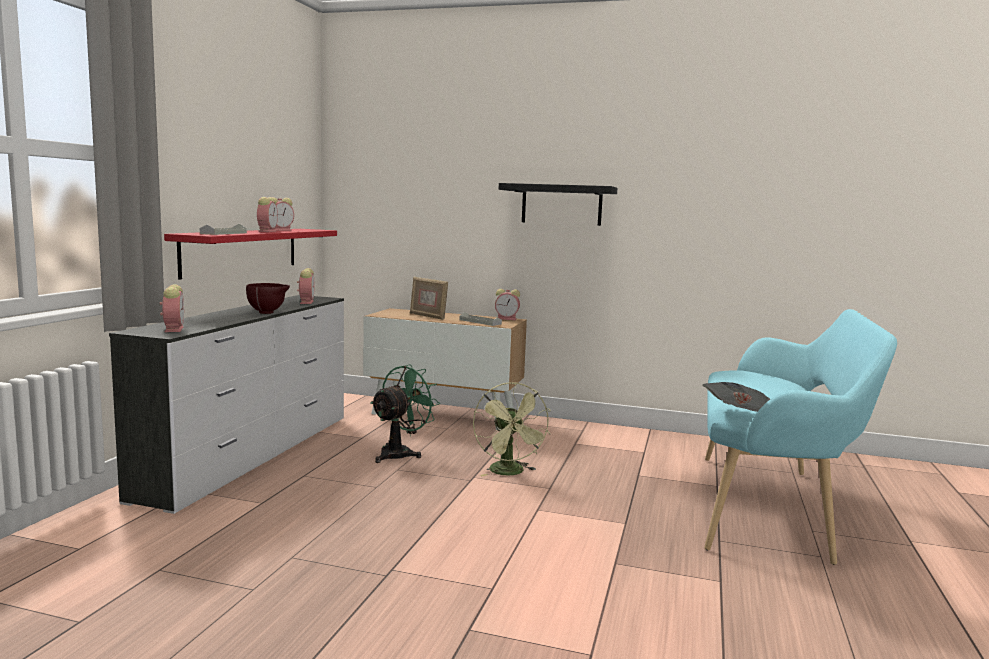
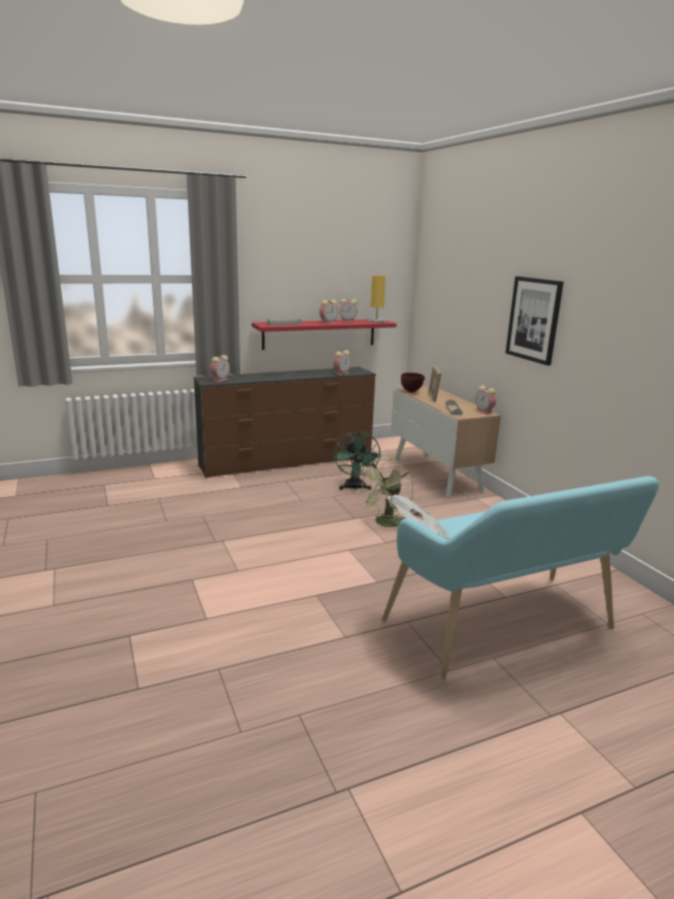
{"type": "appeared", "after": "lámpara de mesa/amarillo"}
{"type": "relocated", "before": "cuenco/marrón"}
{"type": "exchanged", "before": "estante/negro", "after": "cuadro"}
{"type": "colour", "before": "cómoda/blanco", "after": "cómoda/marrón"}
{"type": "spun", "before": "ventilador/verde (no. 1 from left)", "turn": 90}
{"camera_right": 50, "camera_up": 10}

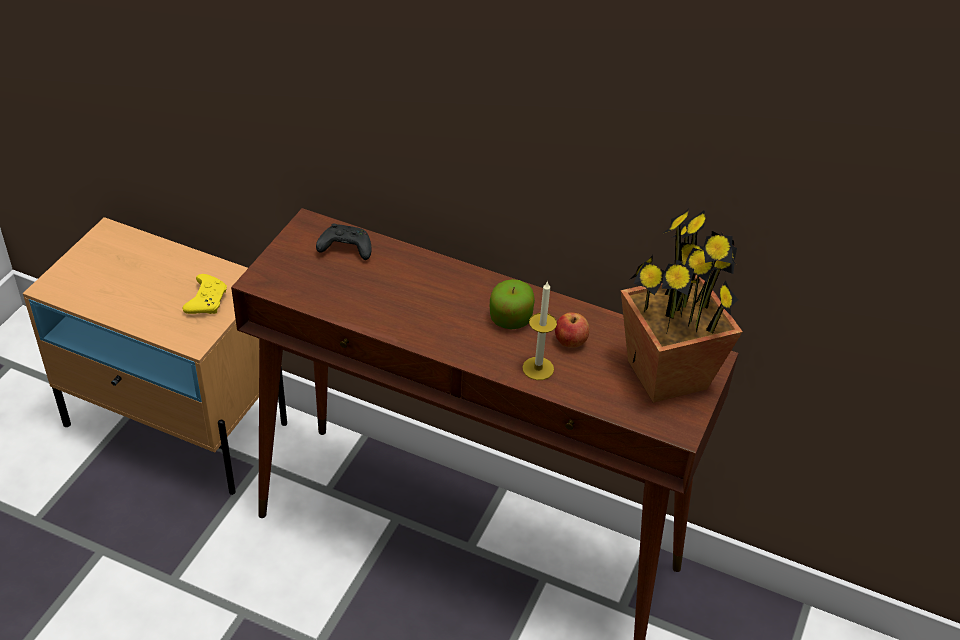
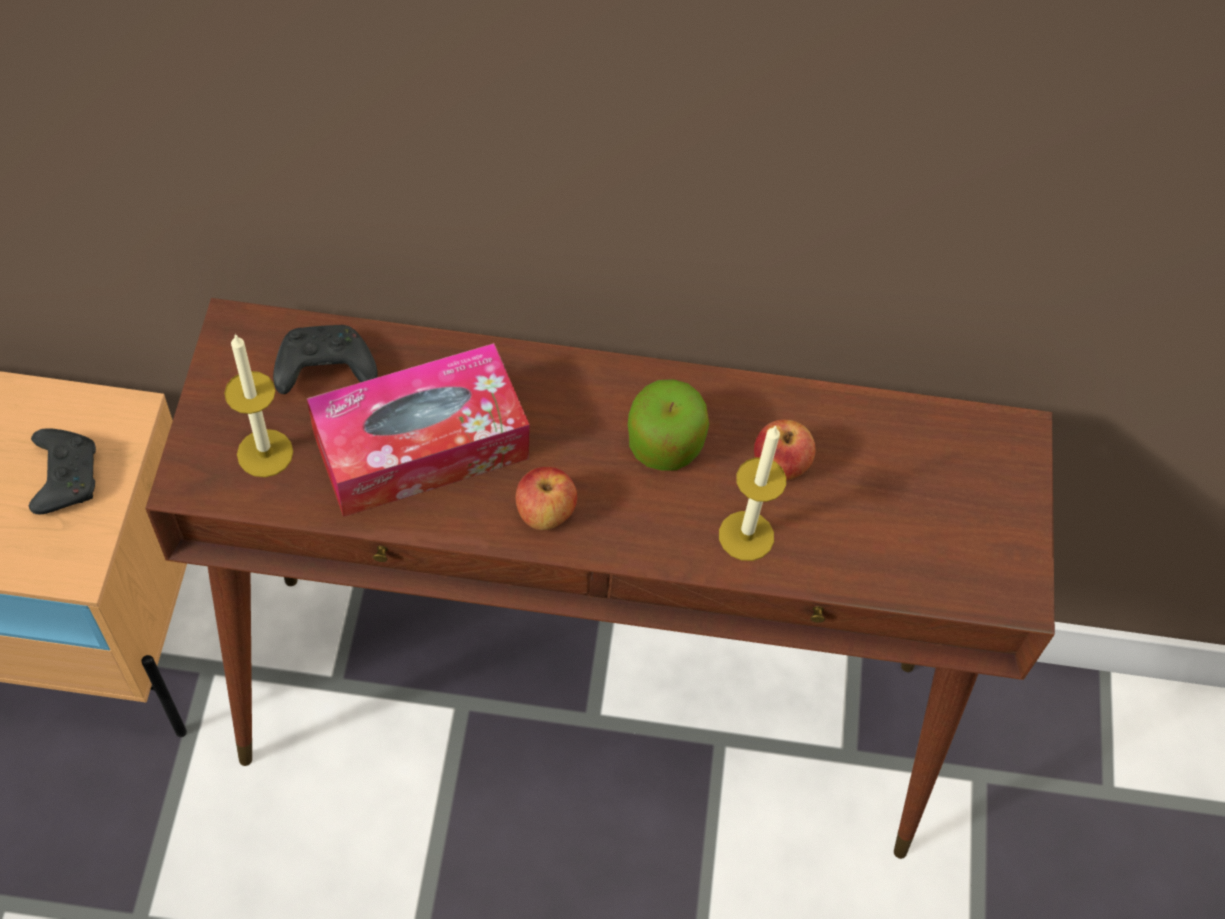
{"type": "missing", "before": "planta en maceta"}
{"type": "appeared", "after": "vela (no. 1 from left)"}
{"type": "appeared", "after": "caja de pañuelos"}
{"type": "appeared", "after": "manzana (no. 1 from left)"}
{"type": "colour", "before": "mando de consola/amarillo", "after": "mando de consola/negro (no. 1 from left)"}
{"camera_right": -20, "camera_up": 15}

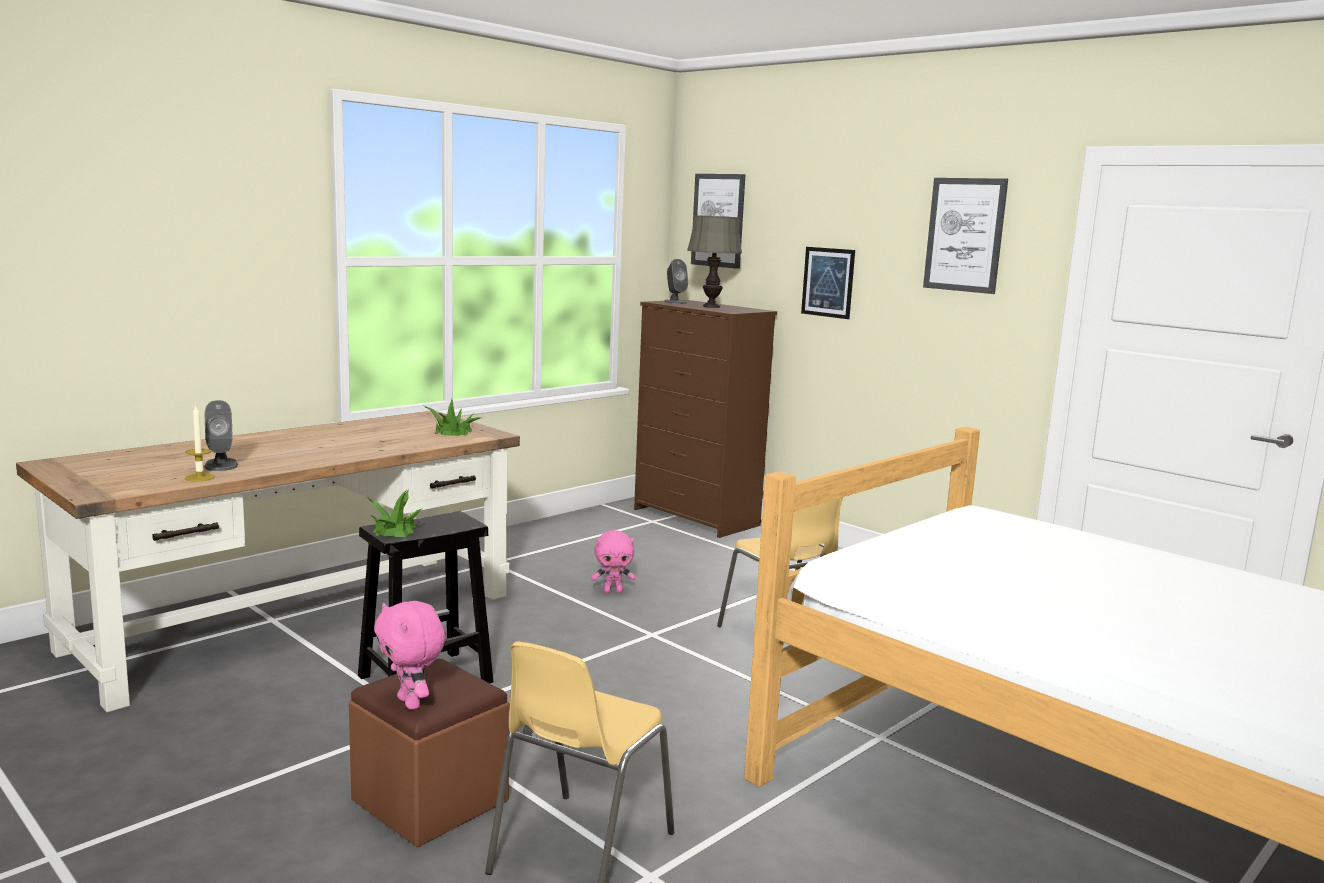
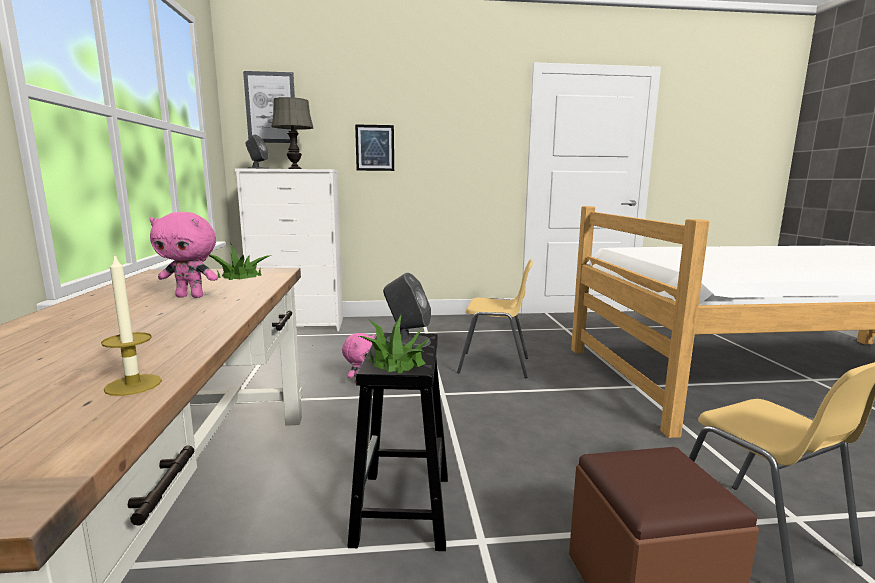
{"type": "missing", "before": "cuadro (no. 3 from left)"}
{"type": "relocated", "before": "altavoz/gris (no. 1 from left in the first image)", "after": "altavoz/gris (no. 2 from left)"}
{"type": "relocated", "before": "peluche/rosa (no. 1 from left)"}
{"type": "colour", "before": "cómoda/marrón", "after": "cómoda/blanco"}
{"camera_right": -50, "camera_up": 0}

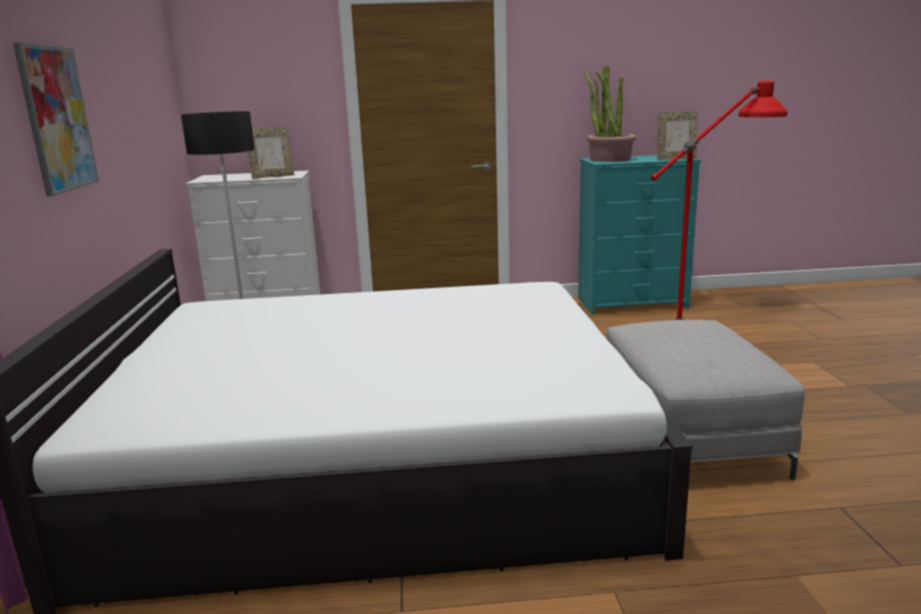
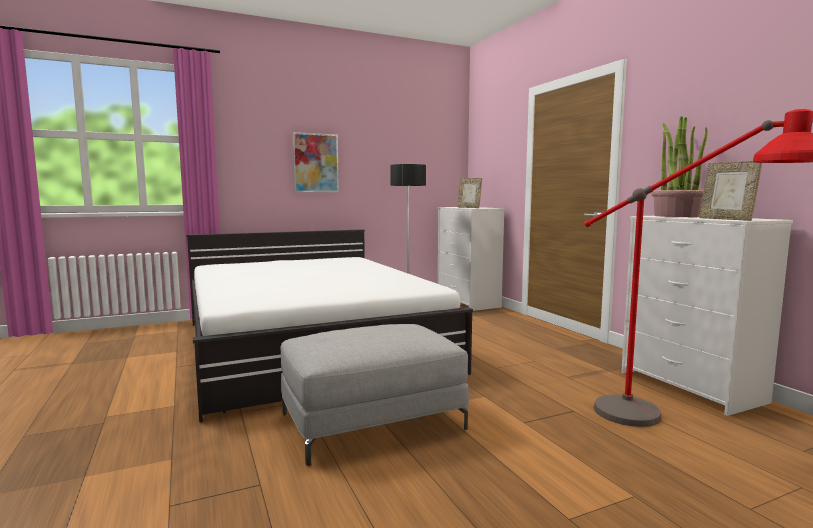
{"type": "colour", "before": "cómoda/turquesa", "after": "cómoda/blanco (no. 2 from left)"}
{"camera_right": 70, "camera_up": -10}

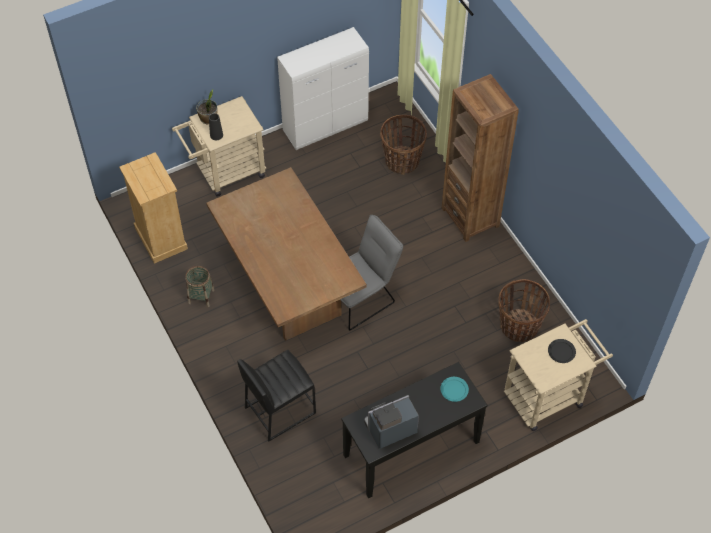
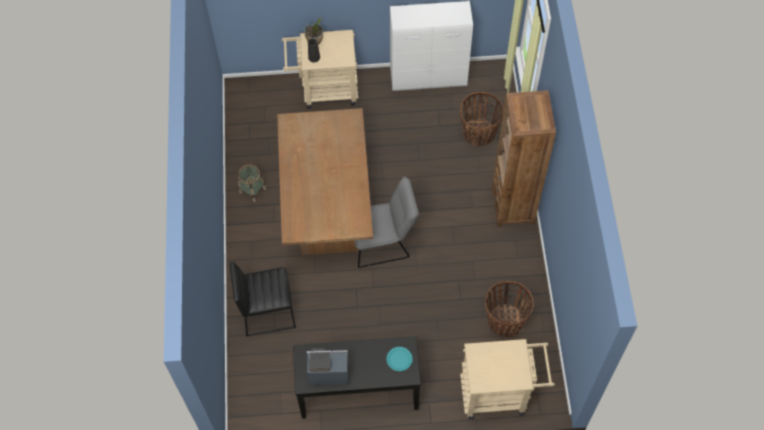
{"type": "missing", "before": "cómoda/beis"}
{"type": "missing", "before": "plato/negro"}
{"camera_right": 25, "camera_up": 5}

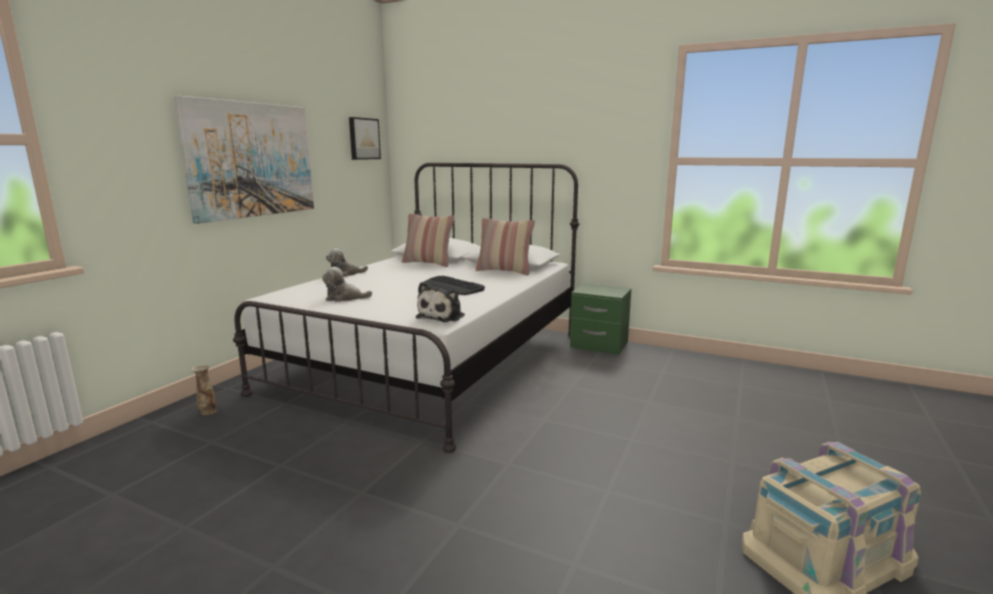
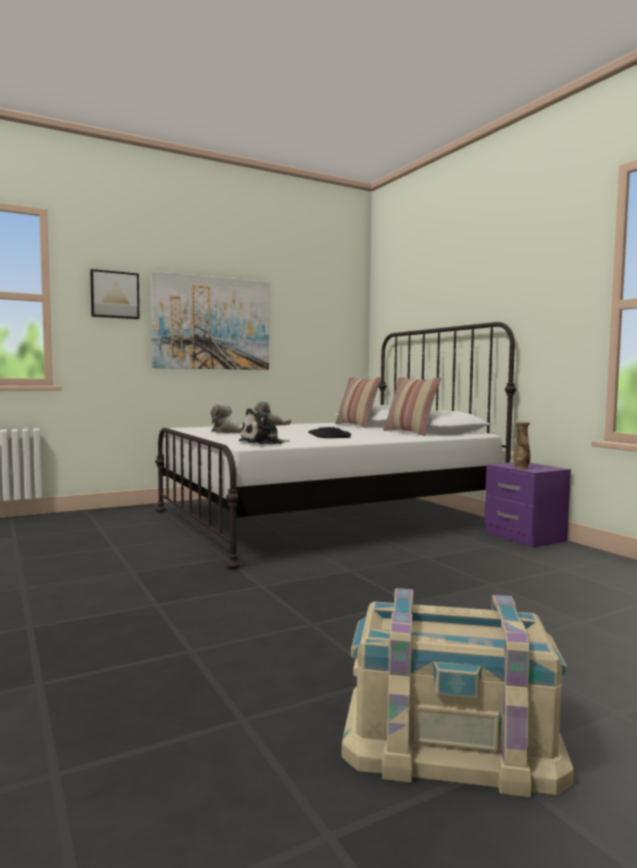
{"type": "relocated", "before": "florero"}
{"type": "relocated", "before": "cuadro (no. 2 from left in the first image)", "after": "cuadro (no. 1 from left)"}
{"type": "colour", "before": "mesita de noche/verde", "after": "mesita de noche/morado"}
{"camera_right": 35, "camera_up": -10}

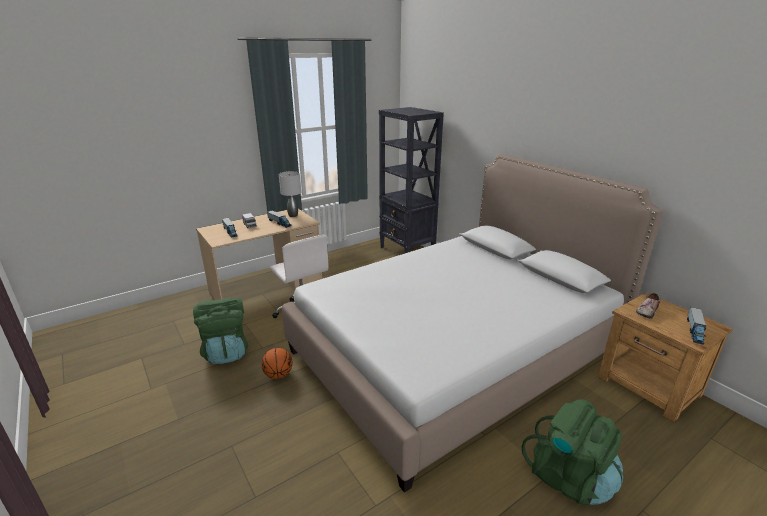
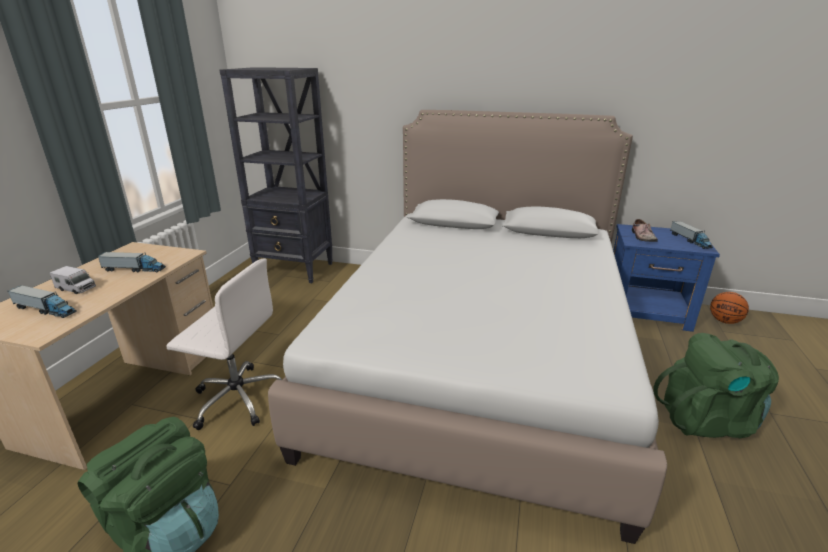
{"type": "missing", "before": "lámpara de mesa/gris"}
{"type": "relocated", "before": "balón de baloncesto"}
{"type": "colour", "before": "mesita de noche/marrón", "after": "mesita de noche/azul"}
{"camera_right": -40, "camera_up": 0}

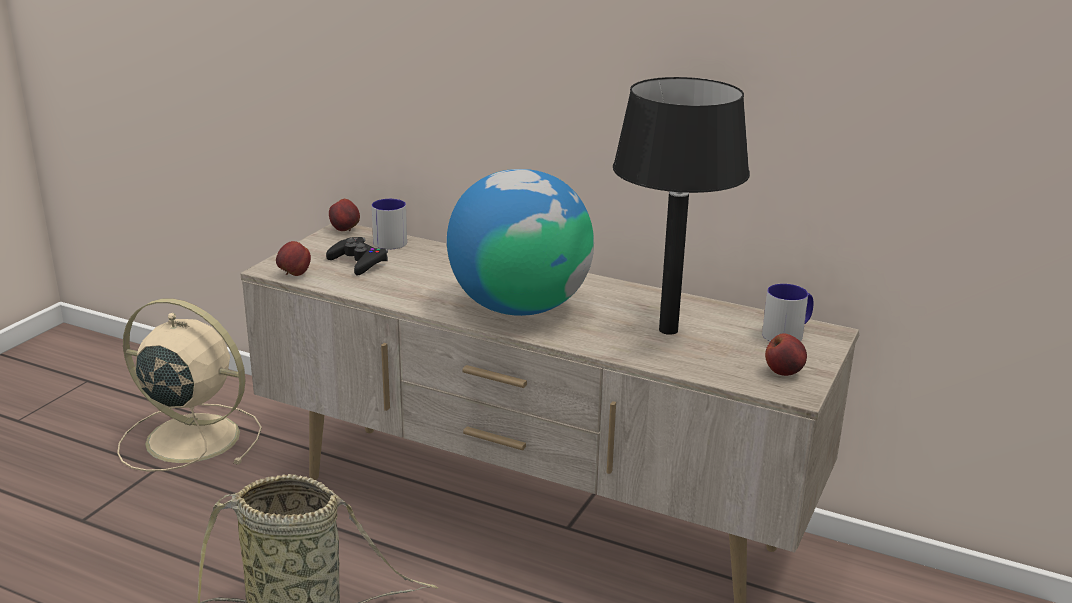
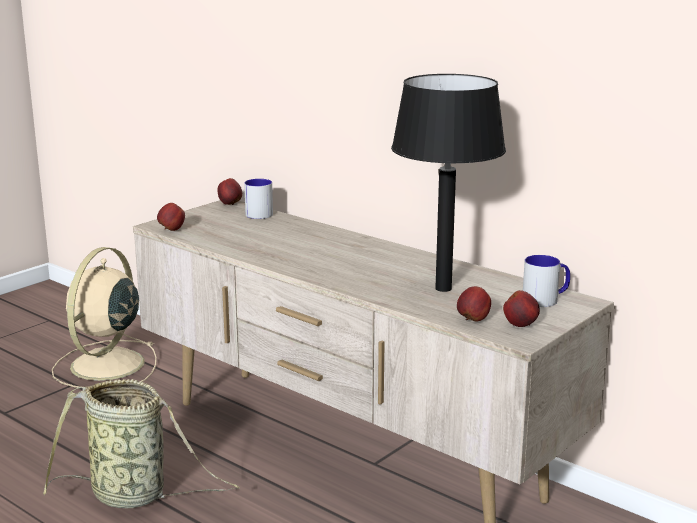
{"type": "missing", "before": "mando de consola/negro"}
{"type": "missing", "before": "globo terráqueo"}
{"type": "appeared", "after": "manzana (no. 3 from left)"}
{"type": "spun", "before": "ventilador/beis", "turn": -105}
{"camera_right": 15, "camera_up": -5}

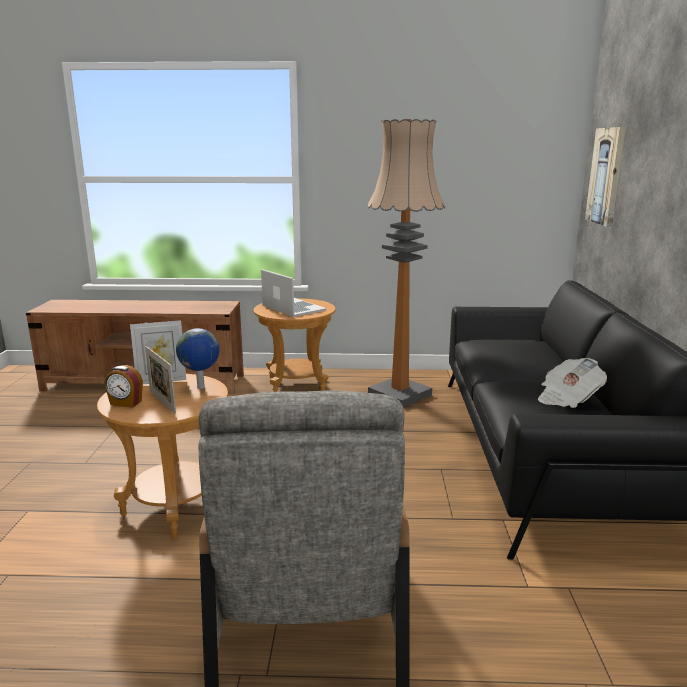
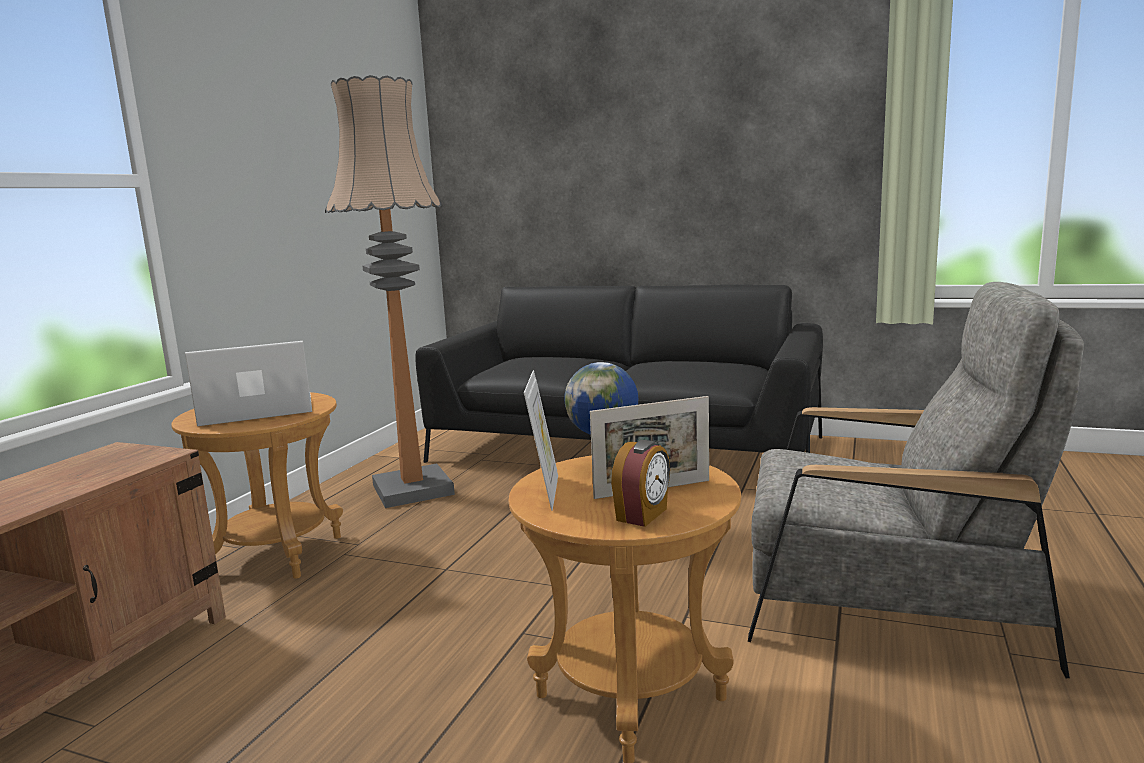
{"type": "missing", "before": "periódico"}
{"type": "missing", "before": "cuadro"}
{"camera_right": -70, "camera_up": -5}

